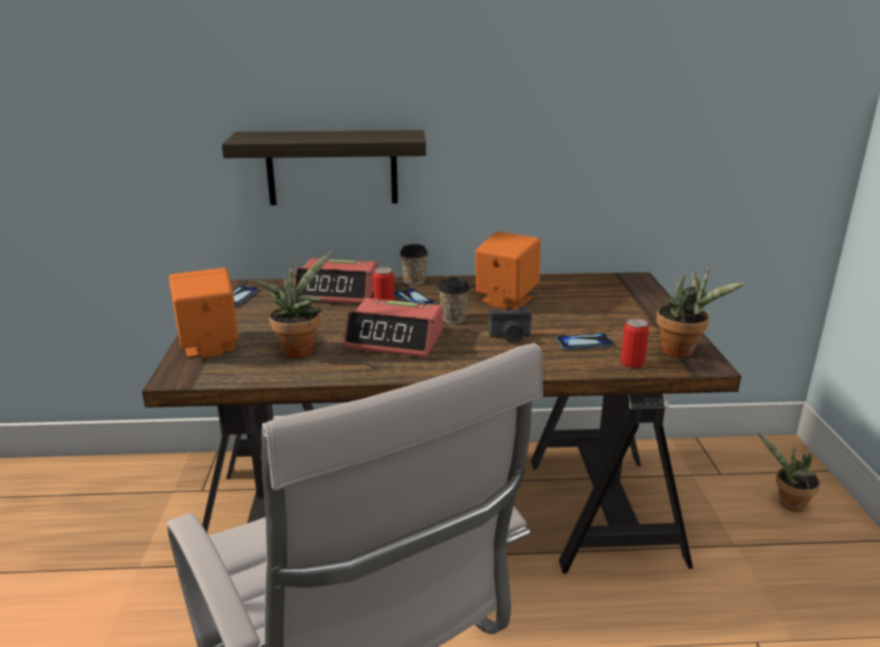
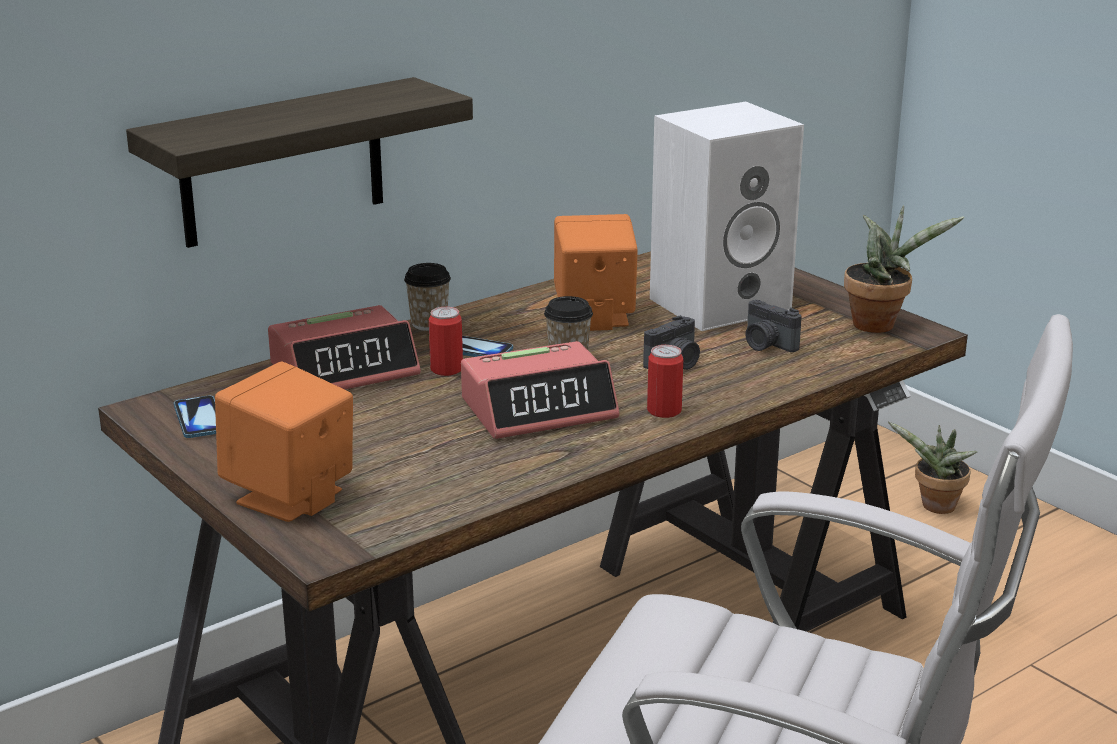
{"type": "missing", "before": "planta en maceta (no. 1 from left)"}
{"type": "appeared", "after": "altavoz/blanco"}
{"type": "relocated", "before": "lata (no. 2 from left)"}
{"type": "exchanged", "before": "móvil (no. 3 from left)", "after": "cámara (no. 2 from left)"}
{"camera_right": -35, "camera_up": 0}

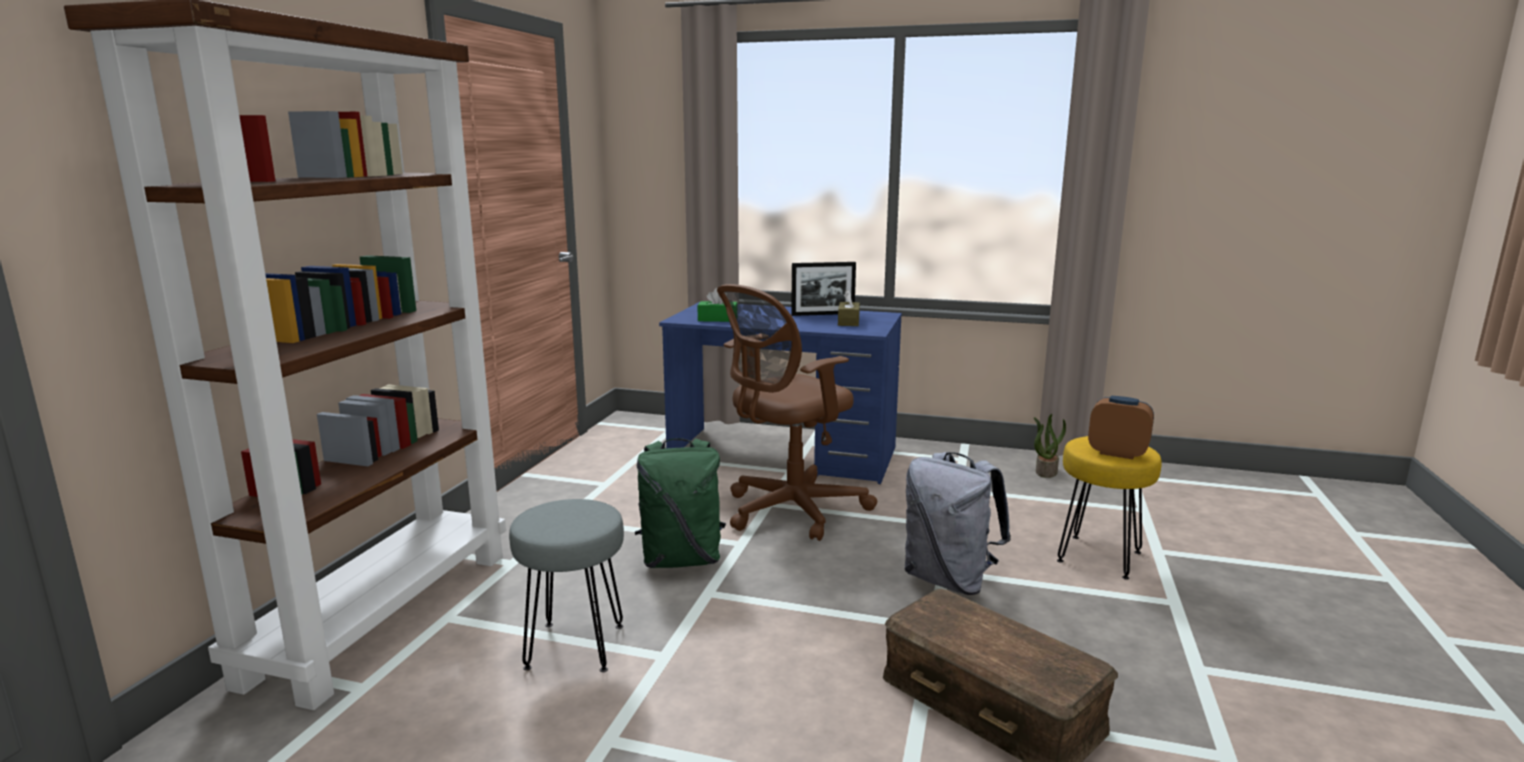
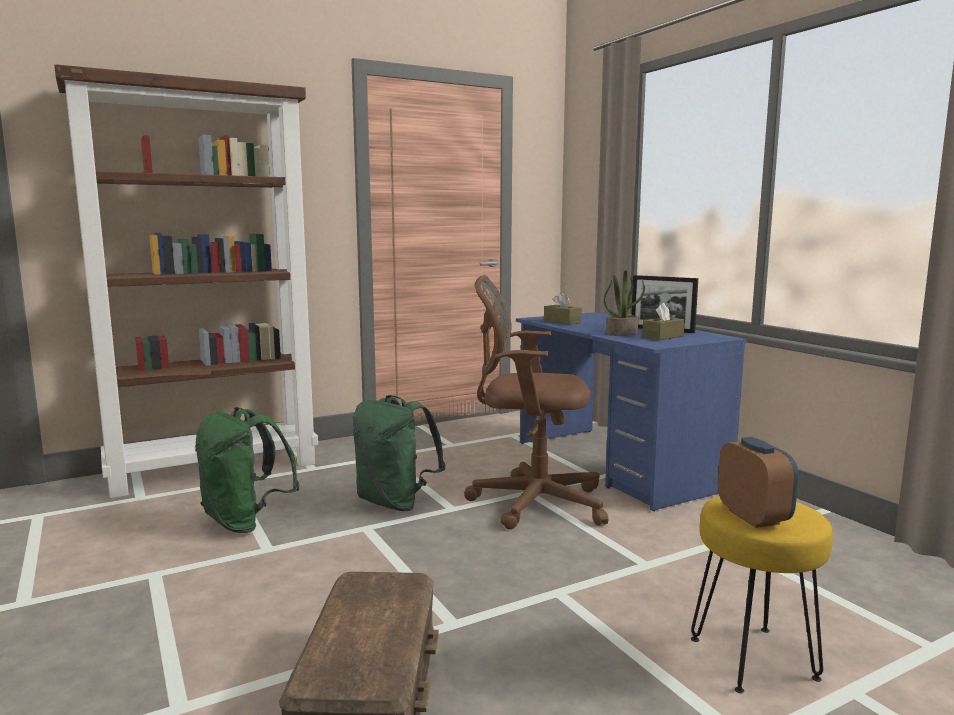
{"type": "missing", "before": "mochila/gris"}
{"type": "relocated", "before": "planta en maceta"}
{"type": "exchanged", "before": "taburete/gris", "after": "mochila/verde (no. 1 from left)"}
{"type": "colour", "before": "caja de pañuelos/verde", "after": "caja de pañuelos/marrón (no. 1 from left)"}
{"camera_right": 45, "camera_up": -5}

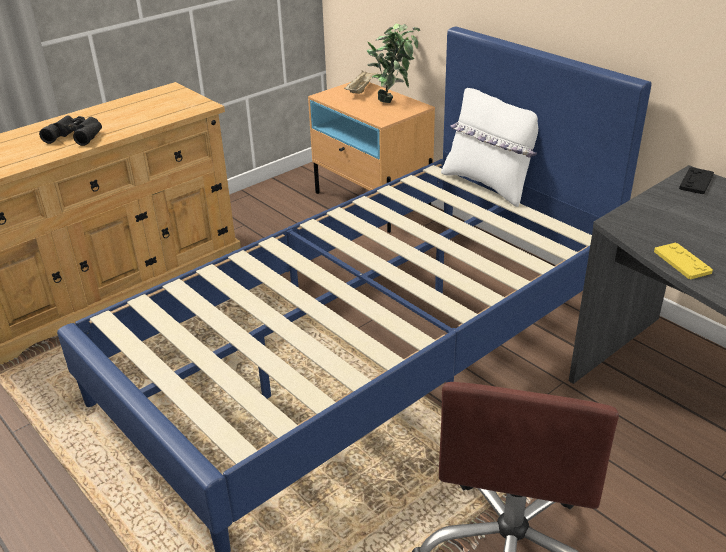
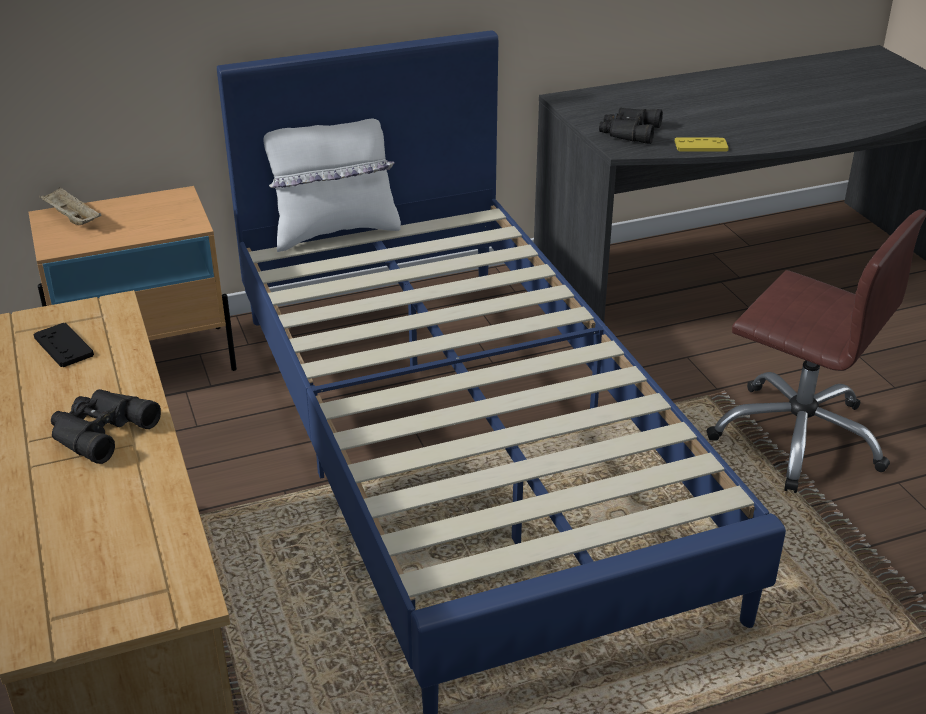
{"type": "missing", "before": "planta en maceta"}
{"type": "appeared", "after": "prismáticos/negro (no. 2 from left)"}
{"type": "relocated", "before": "mando de consola/negro"}
{"camera_right": -70, "camera_up": 0}

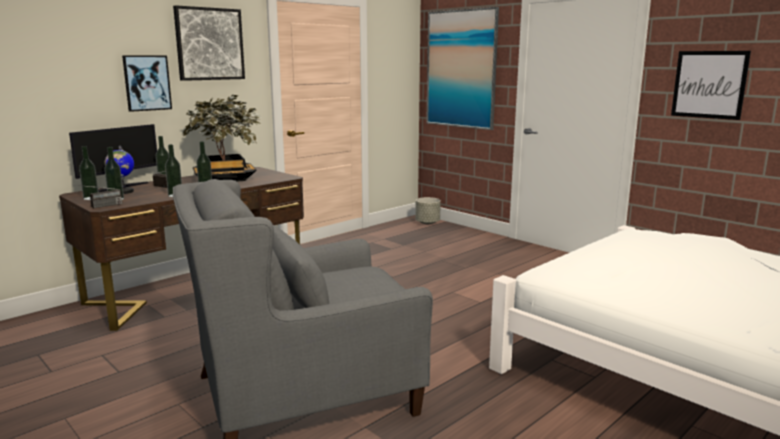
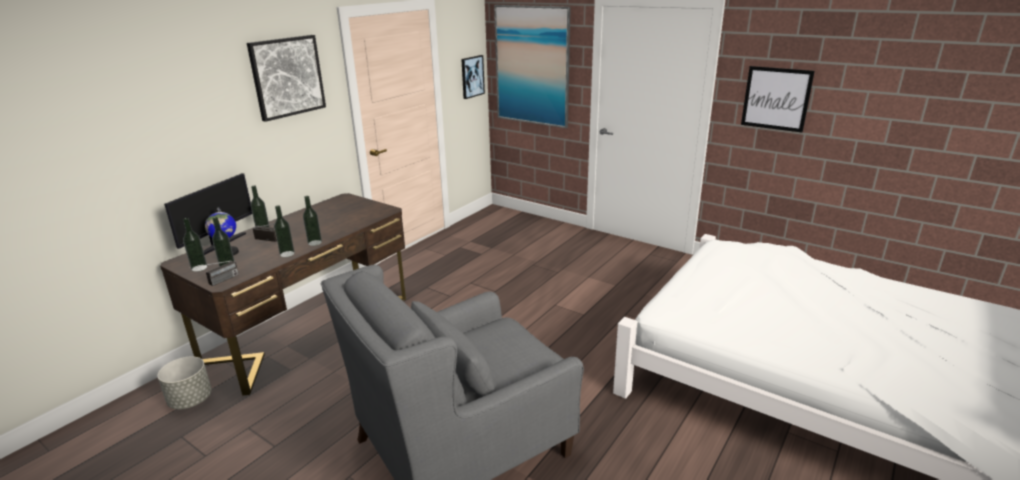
{"type": "missing", "before": "planta en maceta"}
{"type": "relocated", "before": "cuadro (no. 1 from left in the first image)", "after": "cuadro (no. 2 from left)"}
{"type": "relocated", "before": "maceta/gris"}
{"camera_right": -10, "camera_up": 10}

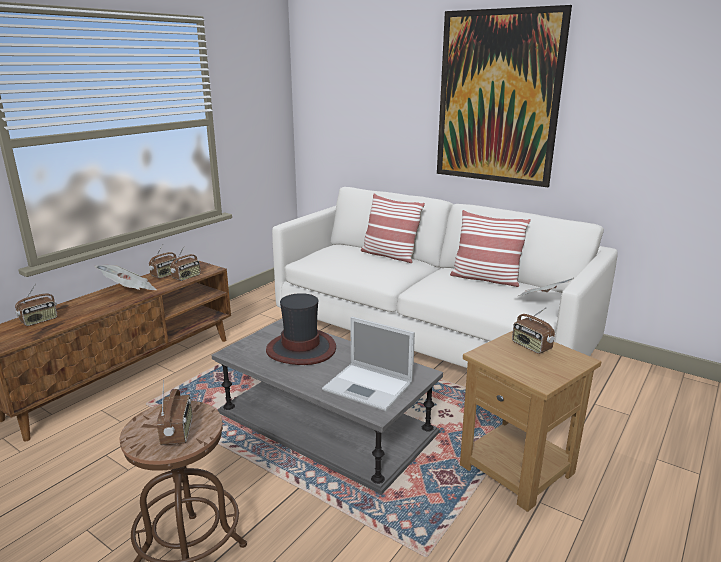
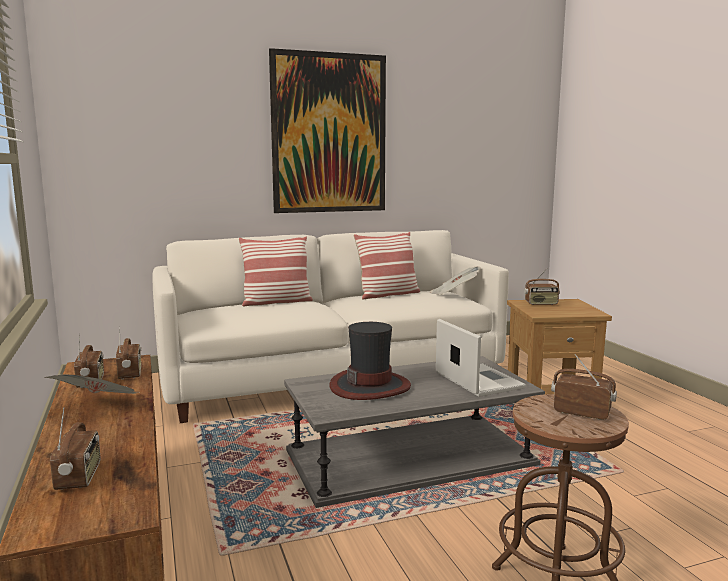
{"type": "spun", "before": "portátil", "turn": -90}
{"camera_right": -55, "camera_up": -10}

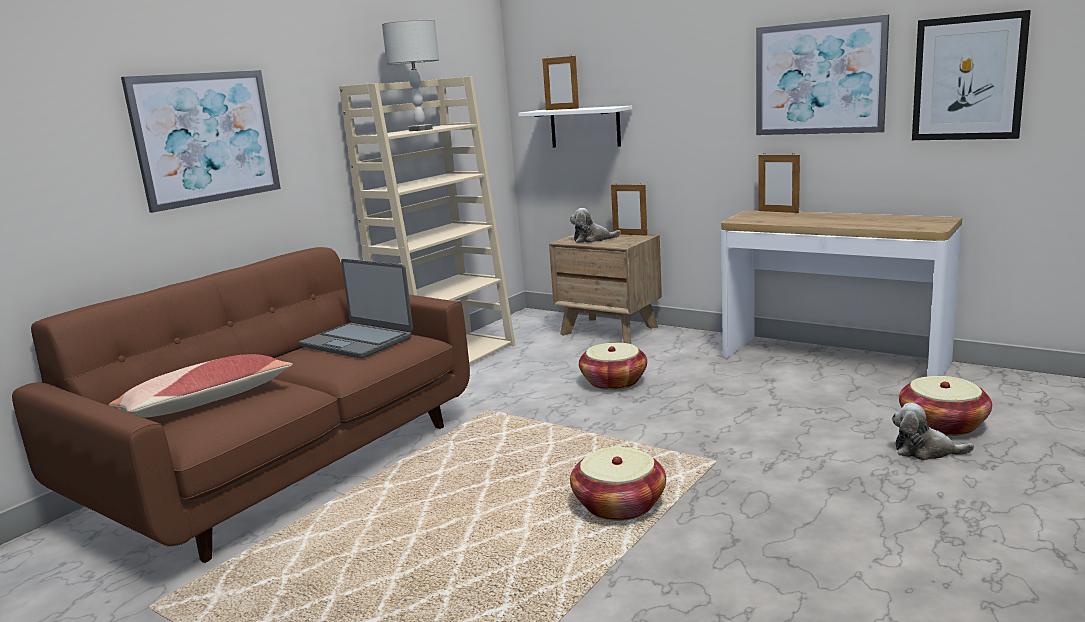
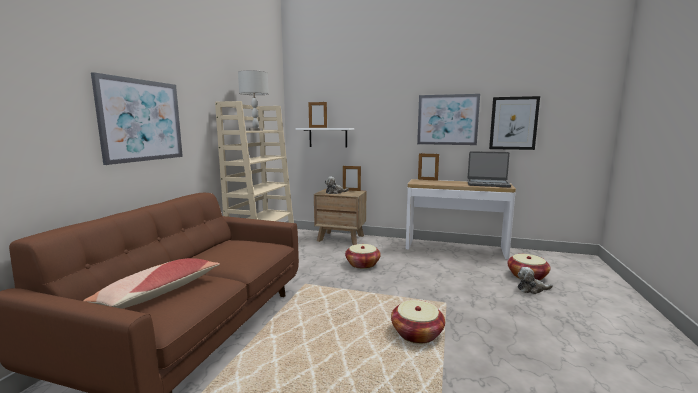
{"type": "relocated", "before": "portátil"}
{"camera_right": -20, "camera_up": -5}

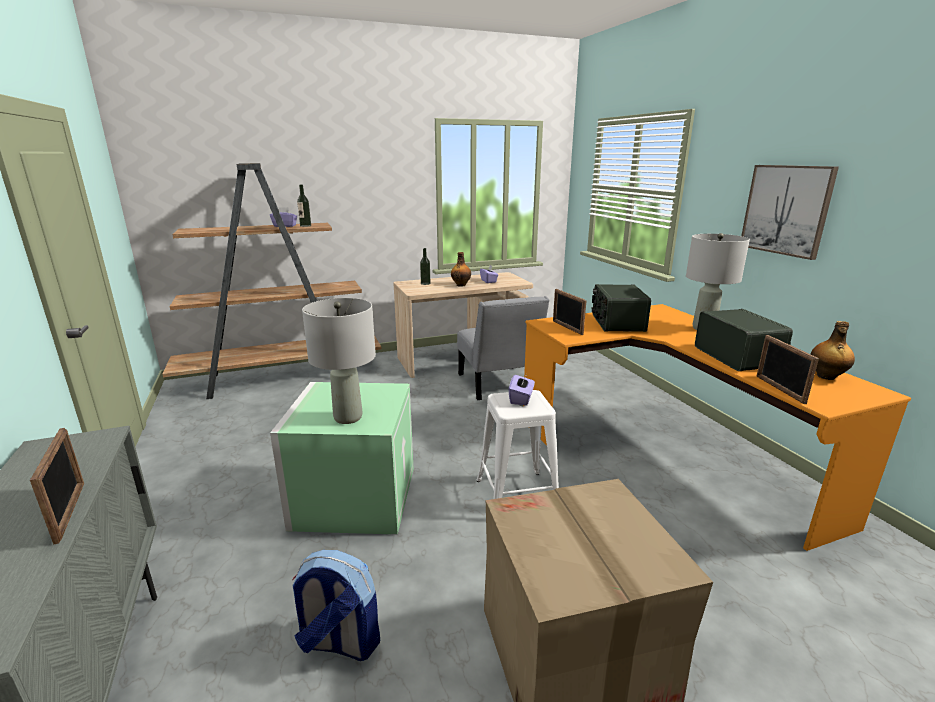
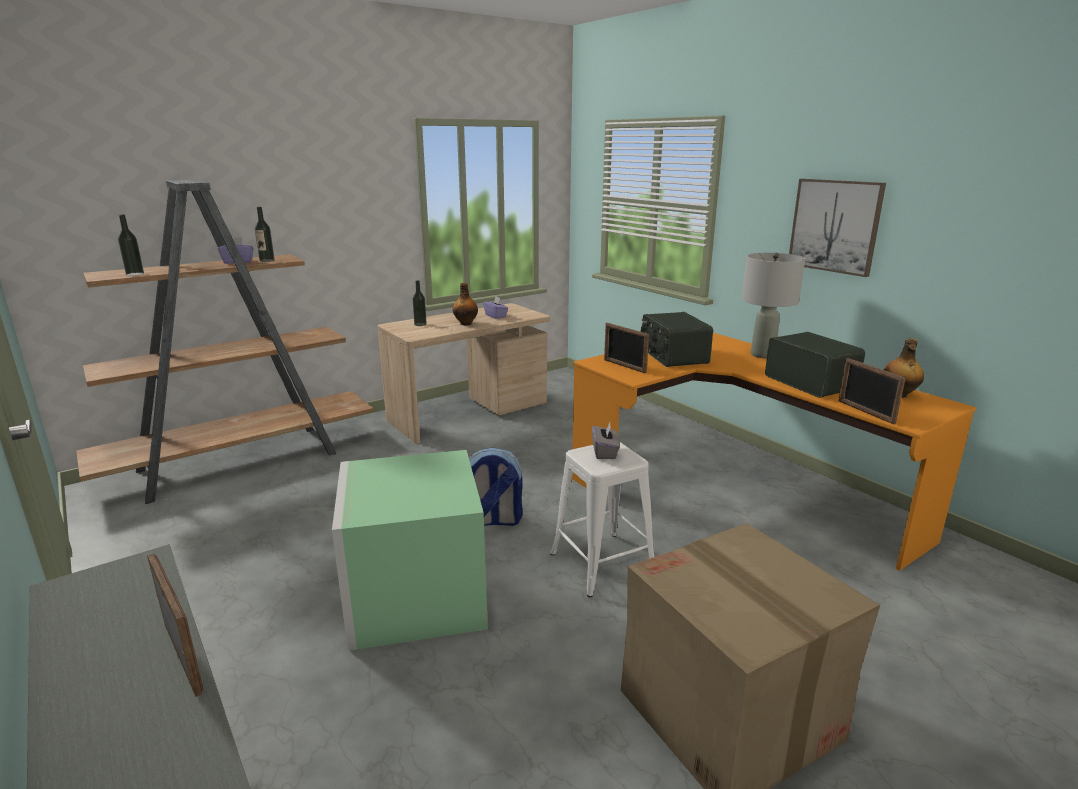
{"type": "missing", "before": "lámpara de mesa/gris (no. 1 from left)"}
{"type": "missing", "before": "silla/gris"}
{"type": "appeared", "after": "botella (no. 1 from left)"}
{"type": "relocated", "before": "mochila"}
{"type": "colour", "before": "caja de pañuelos/morado (no. 3 from left)", "after": "caja de pañuelos/gris"}
{"camera_right": -15, "camera_up": 0}

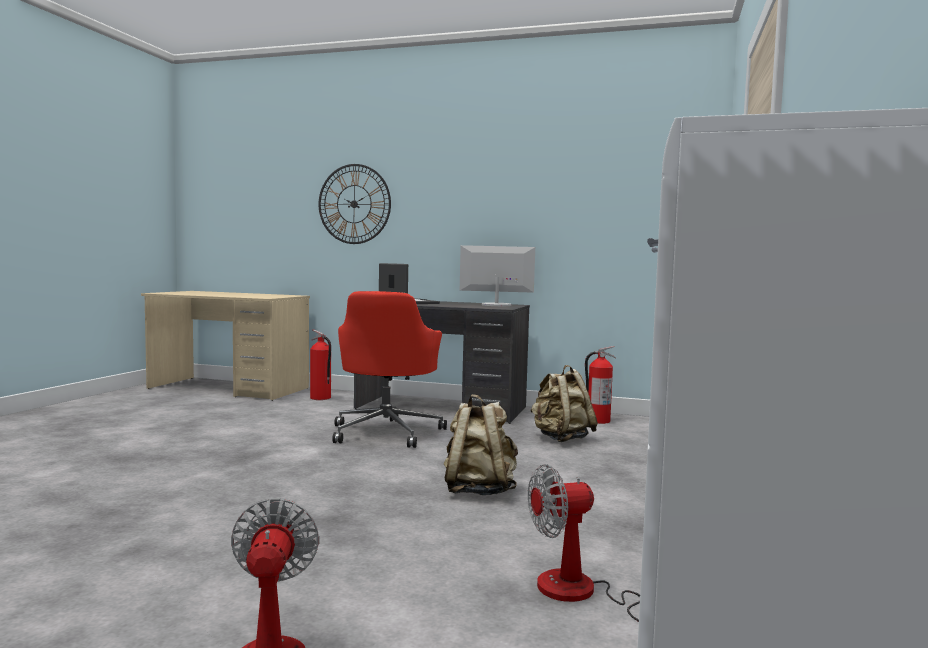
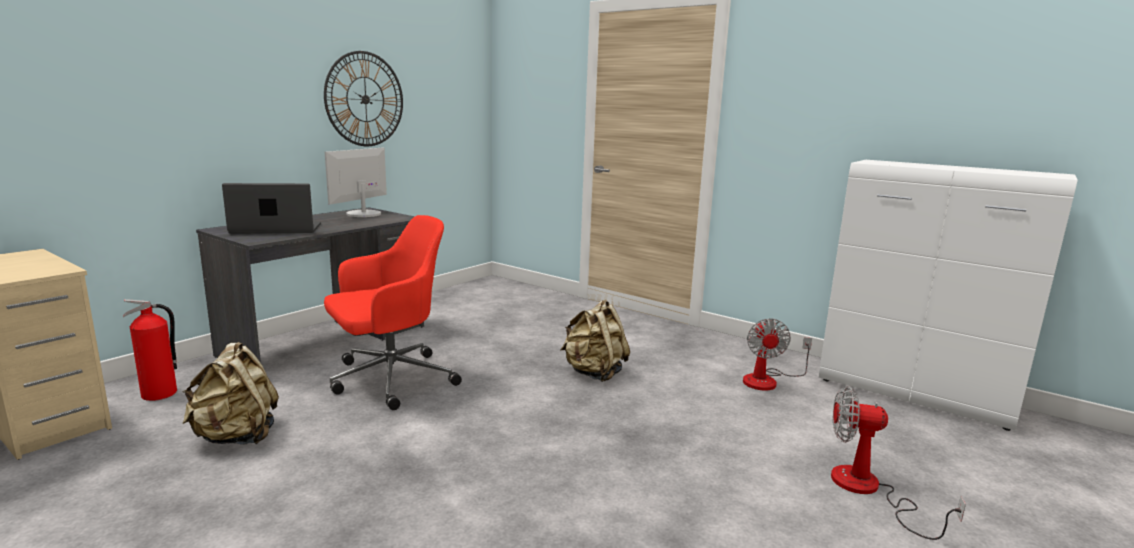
{"type": "missing", "before": "extintor (no. 2 from left)"}
{"type": "relocated", "before": "reloj de pared"}
{"type": "relocated", "before": "mochila/beis (no. 2 from left in the first image)", "after": "mochila/beis (no. 1 from left)"}
{"type": "spun", "before": "silla de oficina/rojo", "turn": -60}
{"camera_right": -70, "camera_up": 10}

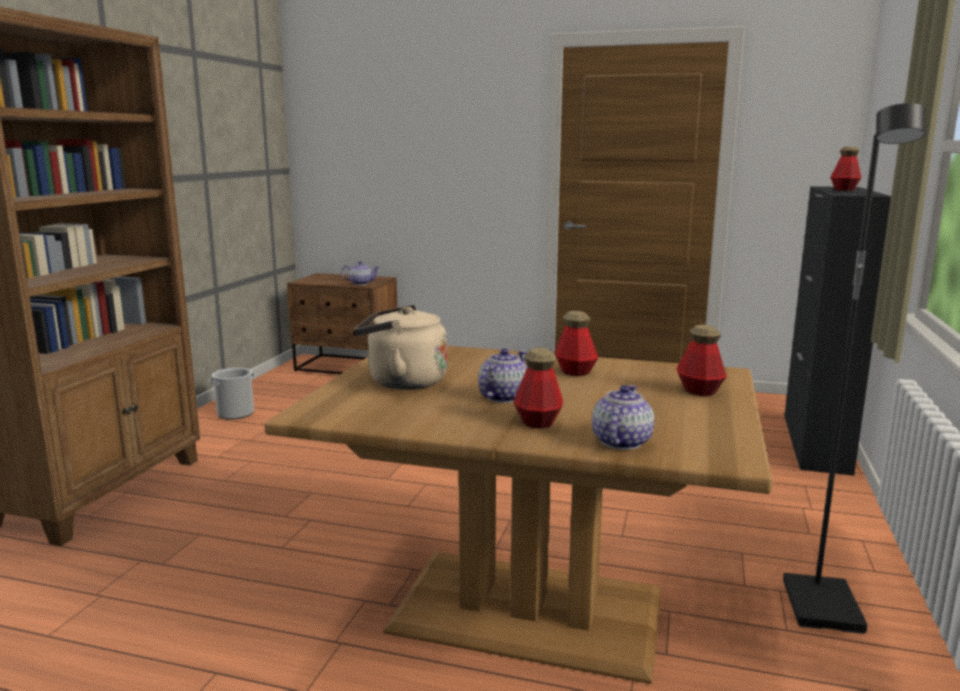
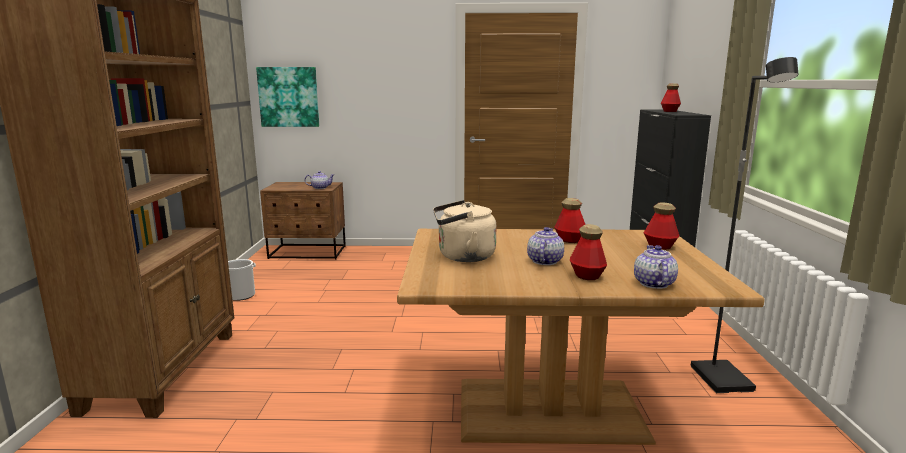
{"type": "appeared", "after": "cuadro"}
{"camera_right": -15, "camera_up": 0}

